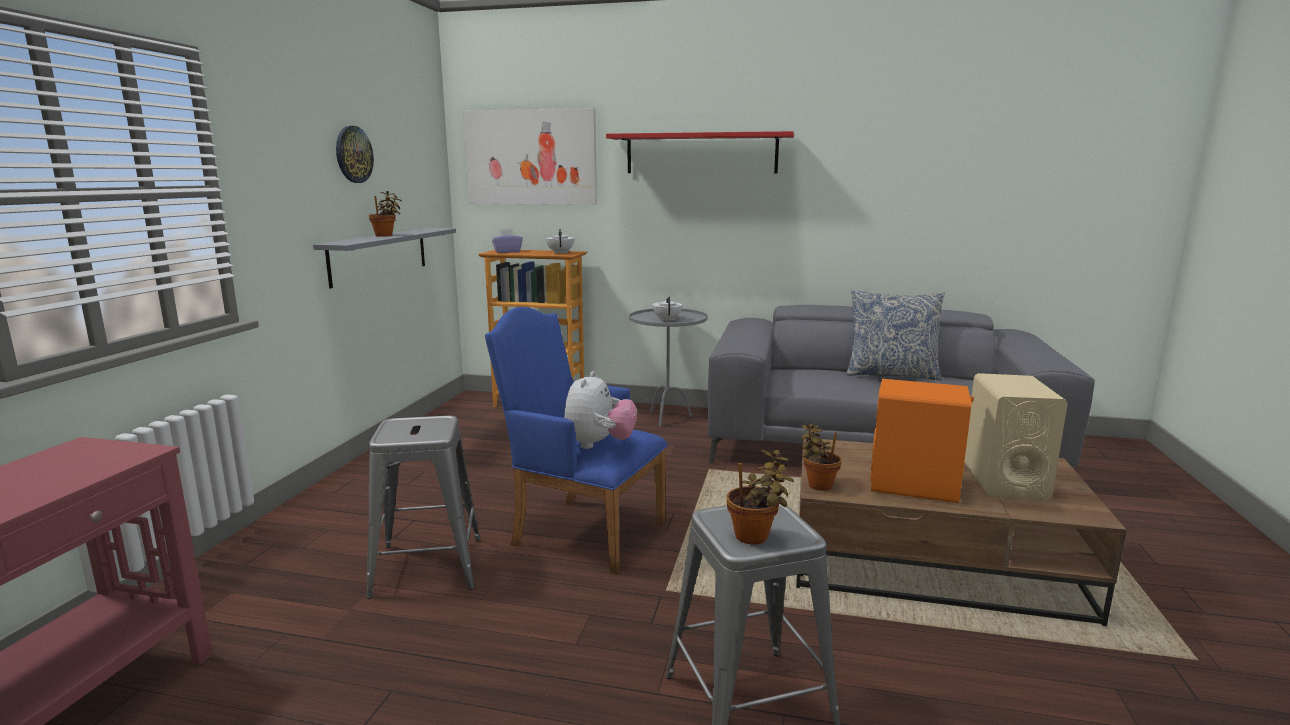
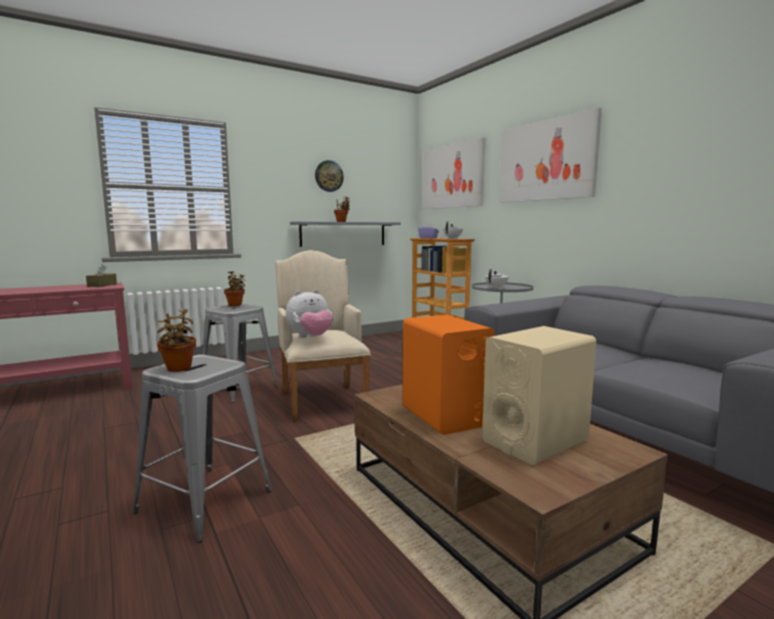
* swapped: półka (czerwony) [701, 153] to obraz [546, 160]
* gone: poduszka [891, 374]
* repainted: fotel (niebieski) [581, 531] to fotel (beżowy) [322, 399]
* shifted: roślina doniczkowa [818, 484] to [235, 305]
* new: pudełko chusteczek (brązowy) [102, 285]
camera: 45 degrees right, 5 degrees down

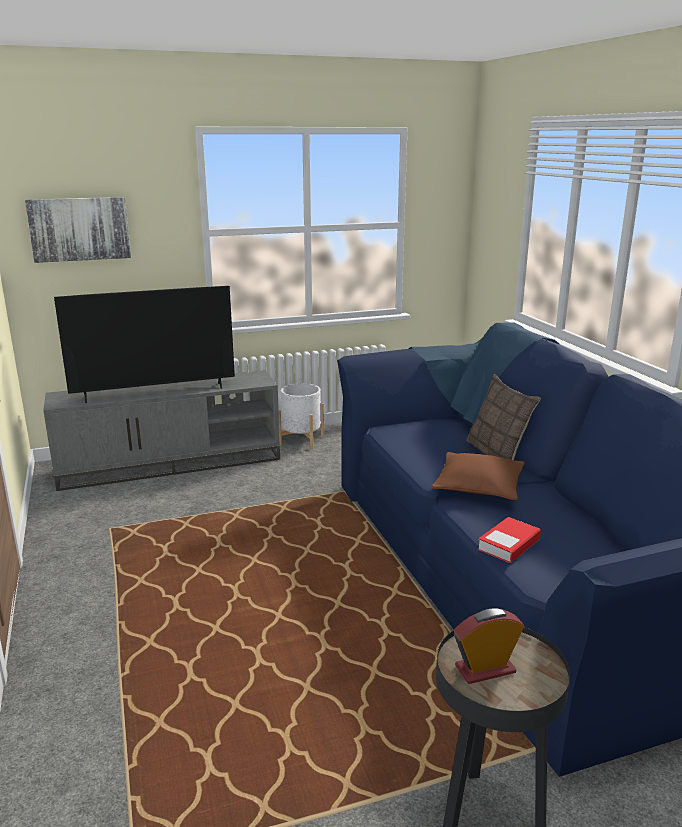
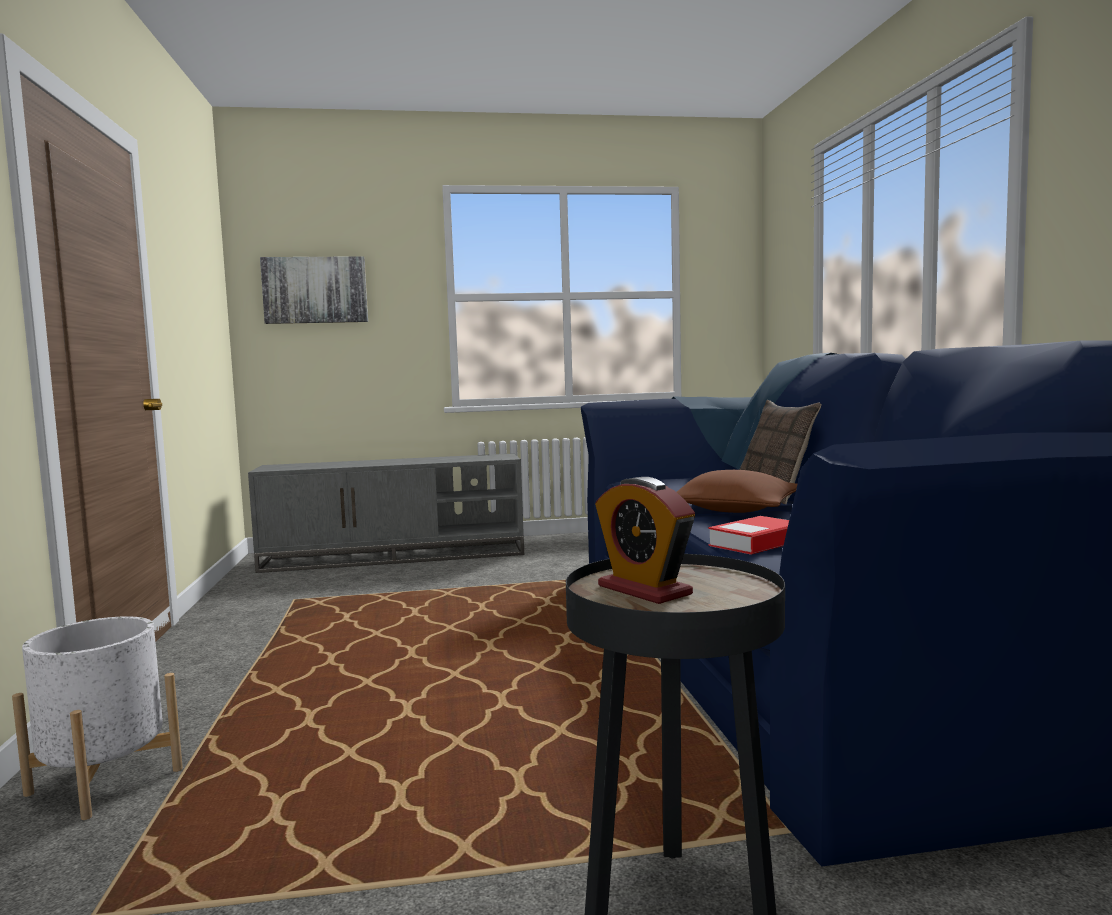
* gone: telewizor [154, 392]
* shifted: donica (biały) [301, 440] to [105, 781]
* rotated: budzik [485, 669] = [644, 590] 120 degrees counterclockwise
camera: 10 degrees right, 15 degrees down

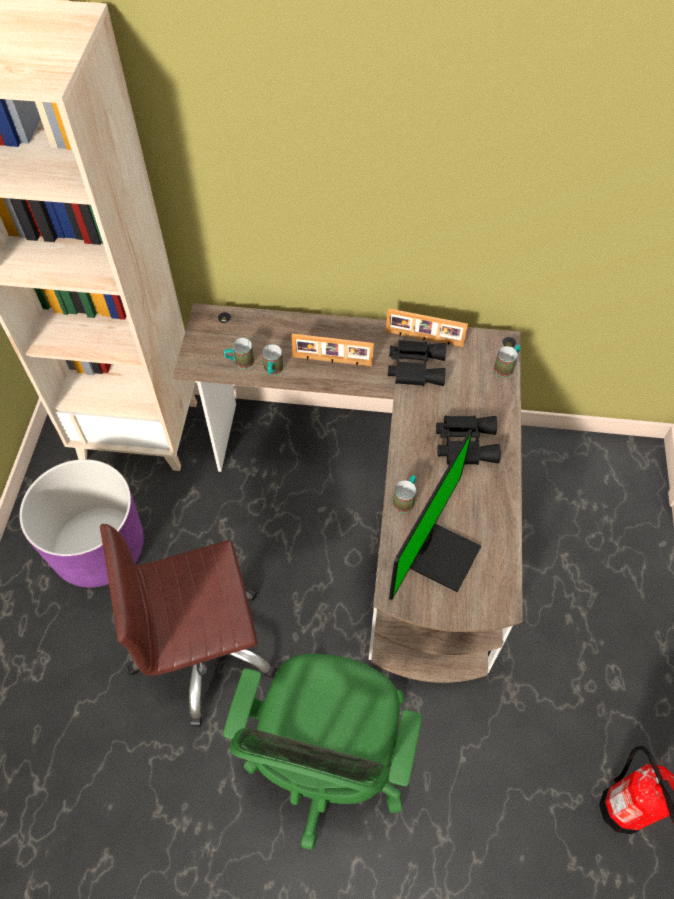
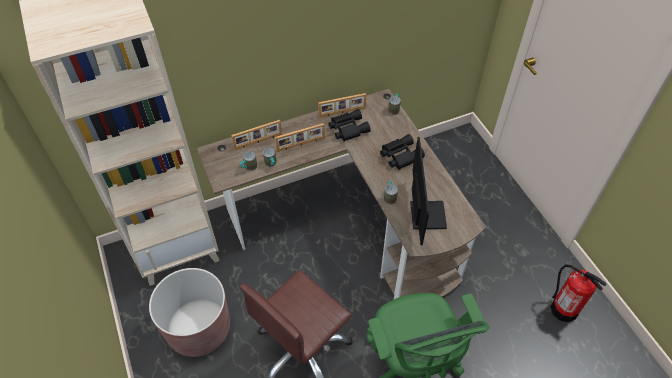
* repainted: donica (fioletowy) [99, 549] to donica (brązowy) [199, 329]
* new: ramka na zdjęcie [258, 142]
camera: 30 degrees left, 5 degrees down

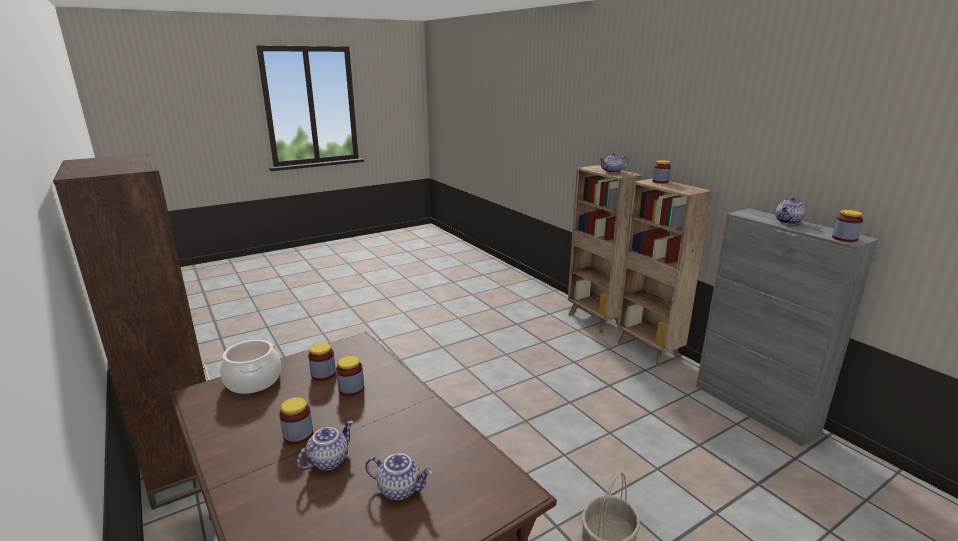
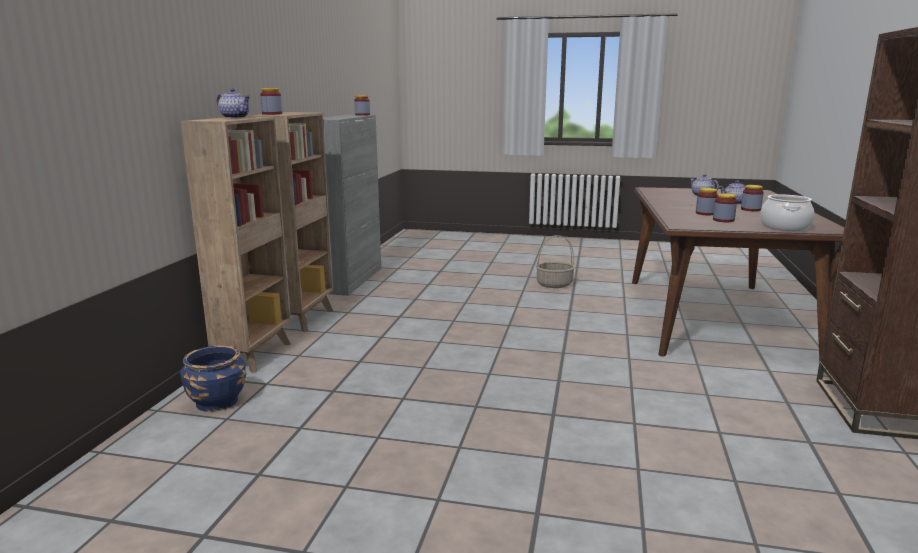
* gone: imbryk [788, 222]
* new: donica (niebieski) [217, 402]
camera: 135 degrees left, 5 degrees down

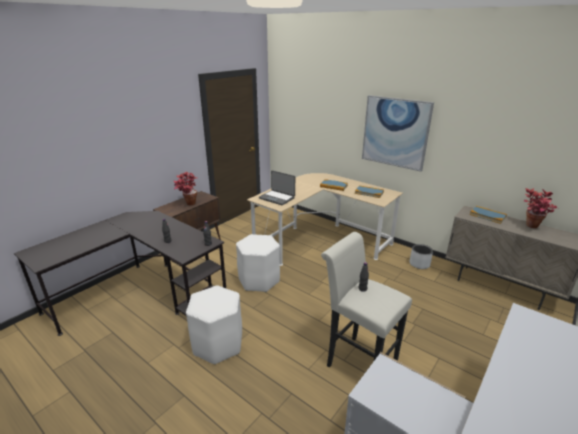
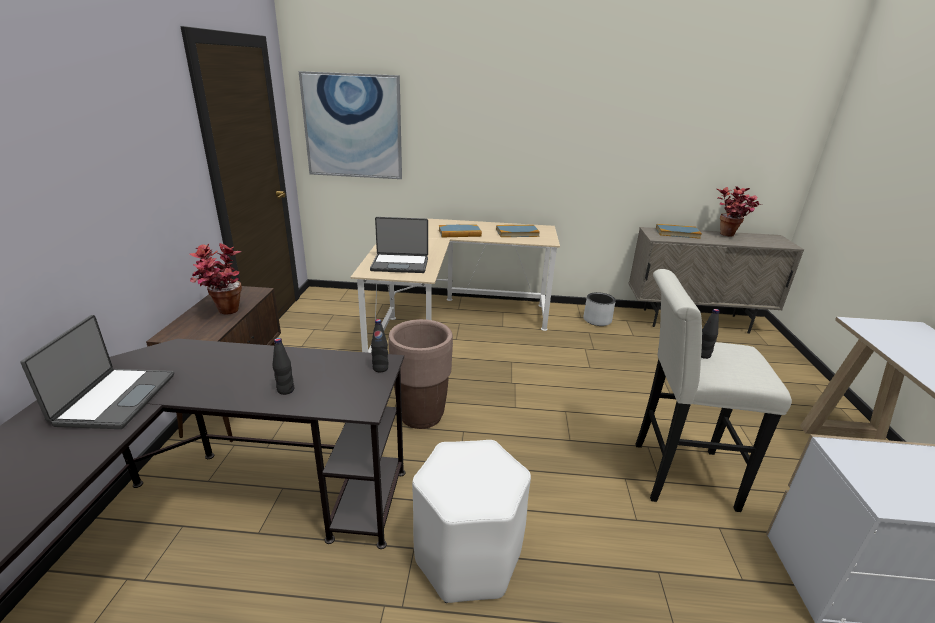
* shifted: obraz [395, 132] to [353, 126]
* swapped: stołek (biały) [259, 280] to donica (brązowy) [421, 416]
* new: laptop [115, 399]
camera: 35 degrees left, 0 degrees up

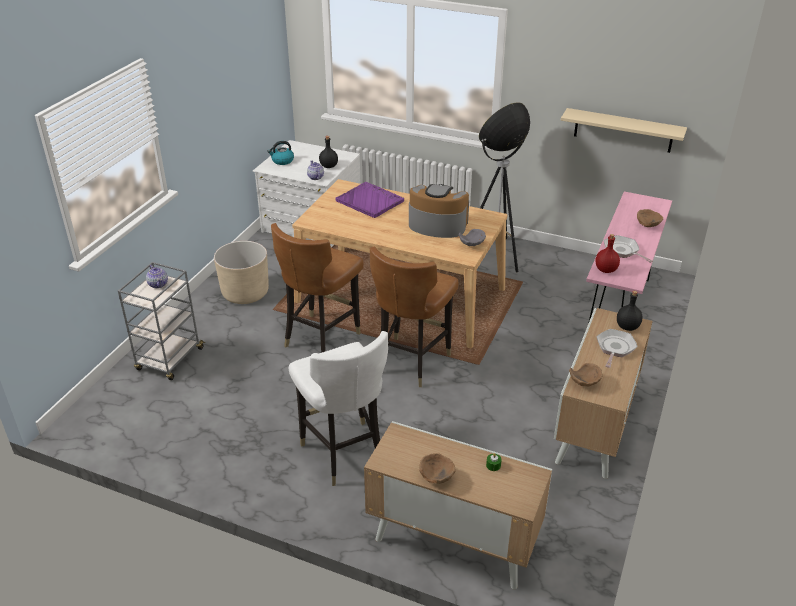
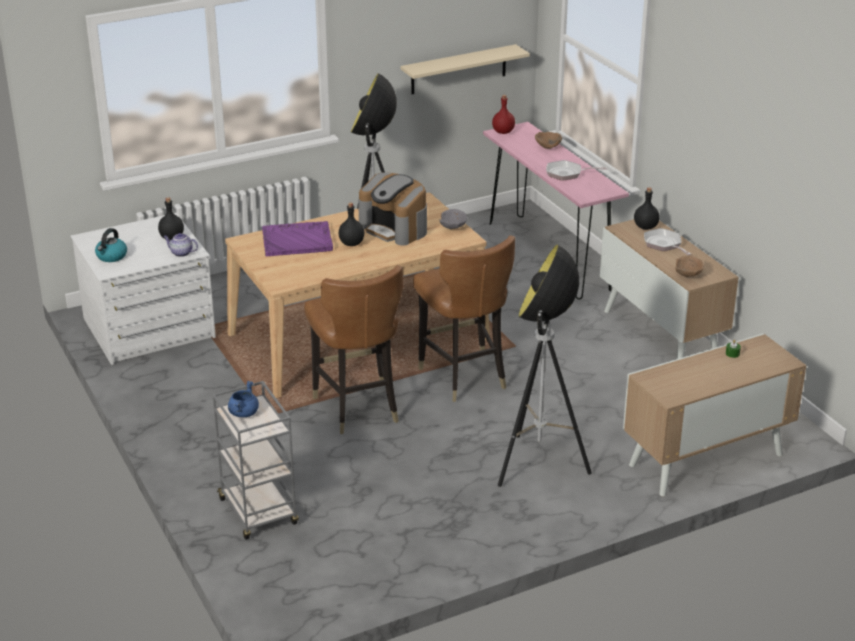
* rotated: ekspres do kawy [437, 225] = [395, 228] 105 degrees counterclockwise
* shifted: butelka (czerwony) [606, 269] to [503, 132]
* gone: donica (beżowy) [245, 293]
* swapped: imbryk [158, 284] to garnek (niebieski) [243, 412]
* swapped: krzesło (biały) [344, 452] to lampa stojąca [538, 466]
* gone: miska (brązowy) [437, 477]
* new: butelka (czarny) [351, 244]
camera: 50 degrees left, 5 degrees down

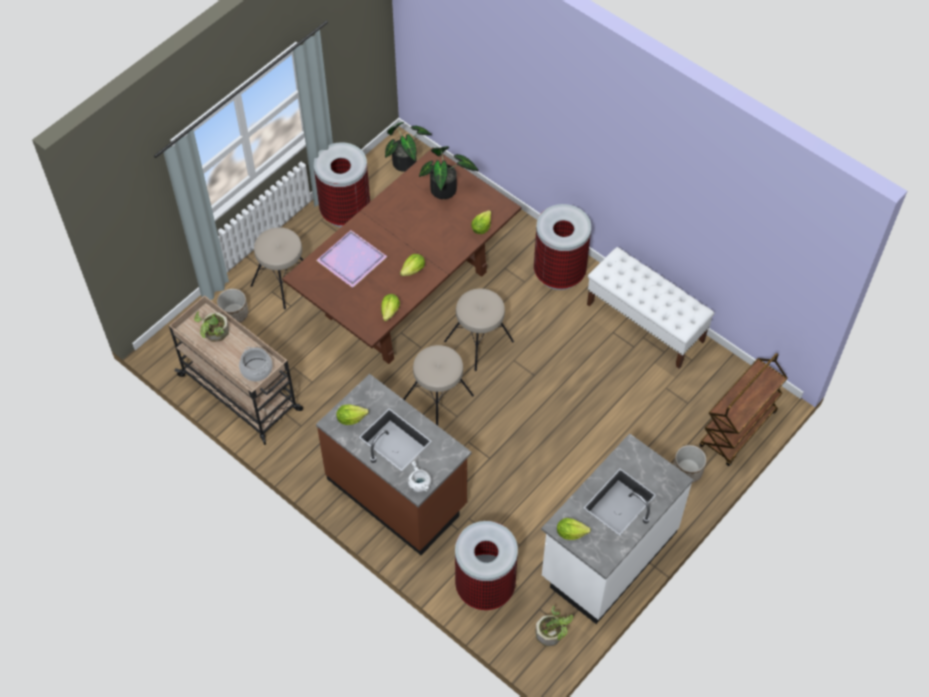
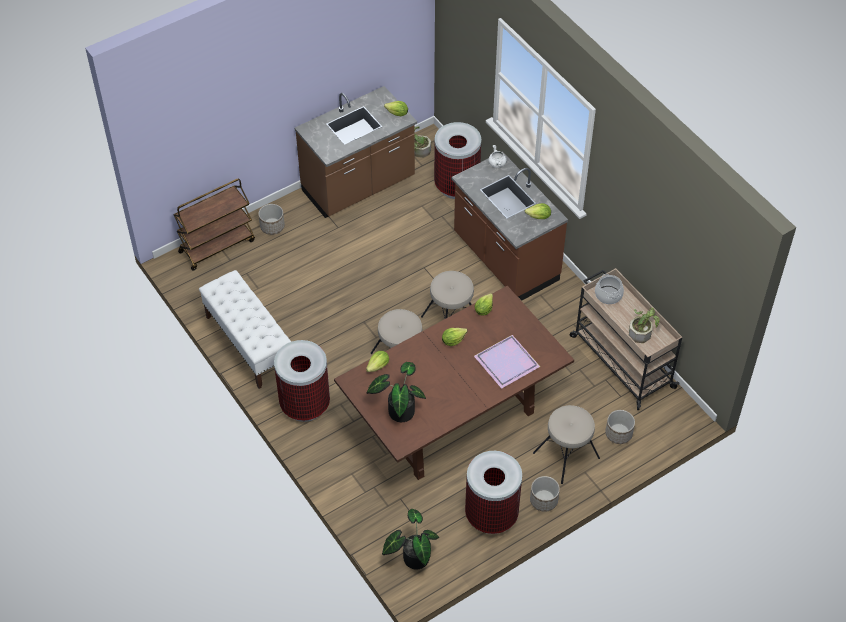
* repainted: zabudowa kuchenna (biały) [608, 555] to zabudowa kuchenna (brązowy) [359, 186]
* new: donica [543, 500]
camera: 165 degrees left, 5 degrees down

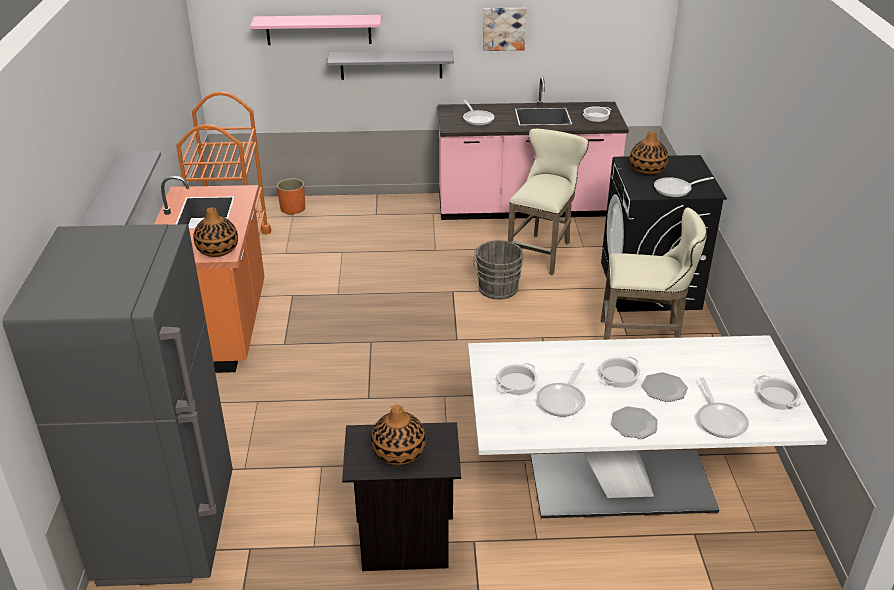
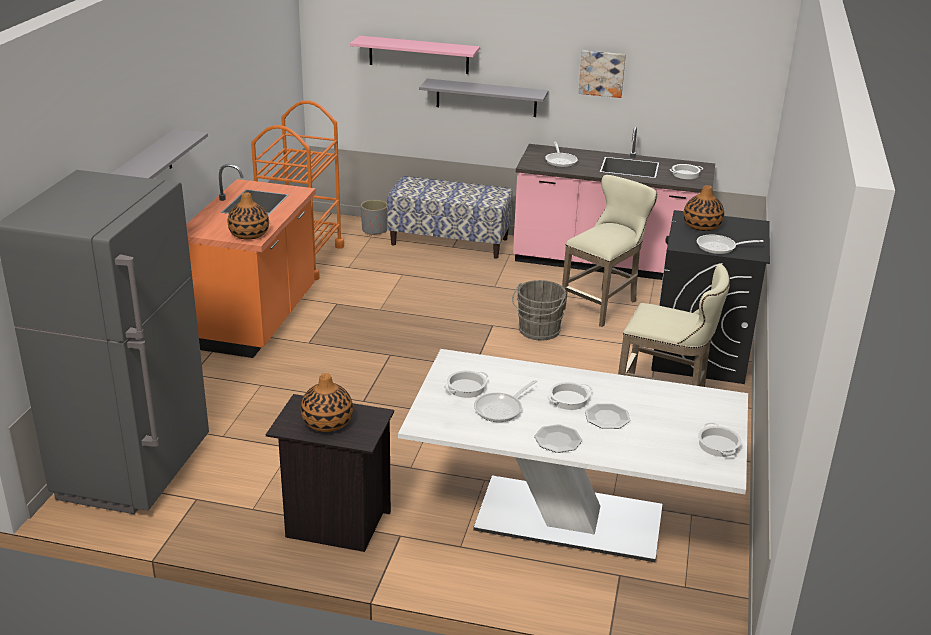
* repainted: donica (pomarańczowy) [293, 209] to donica (szary) [374, 230]
* gone: patelnia [720, 420]
* new: ławka [450, 241]
camera: 15 degrees right, 5 degrees down

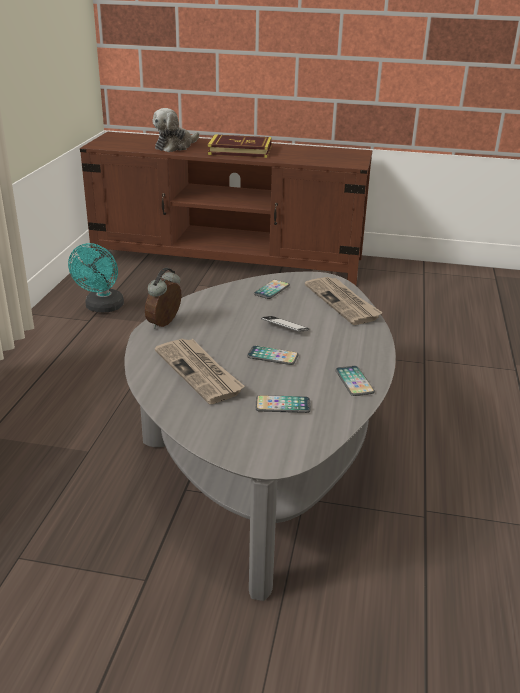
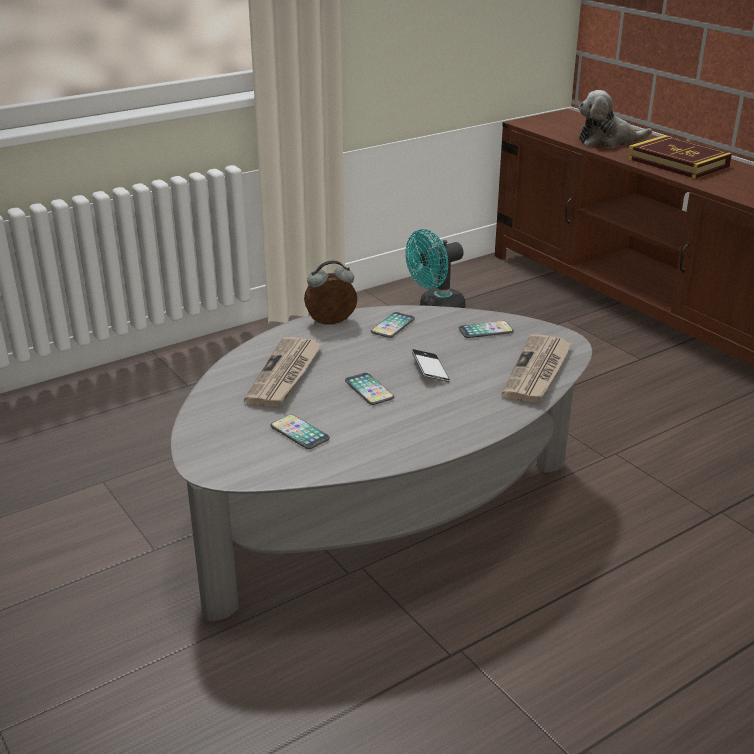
* shifted: telefon [354, 382] to [392, 326]
camera: 45 degrees right, 0 degrees up

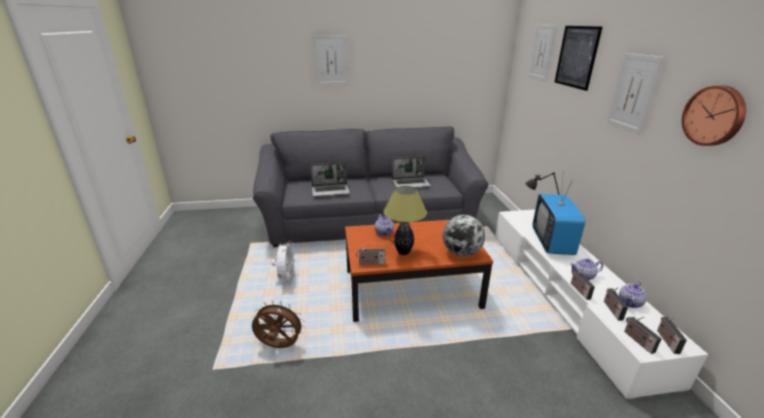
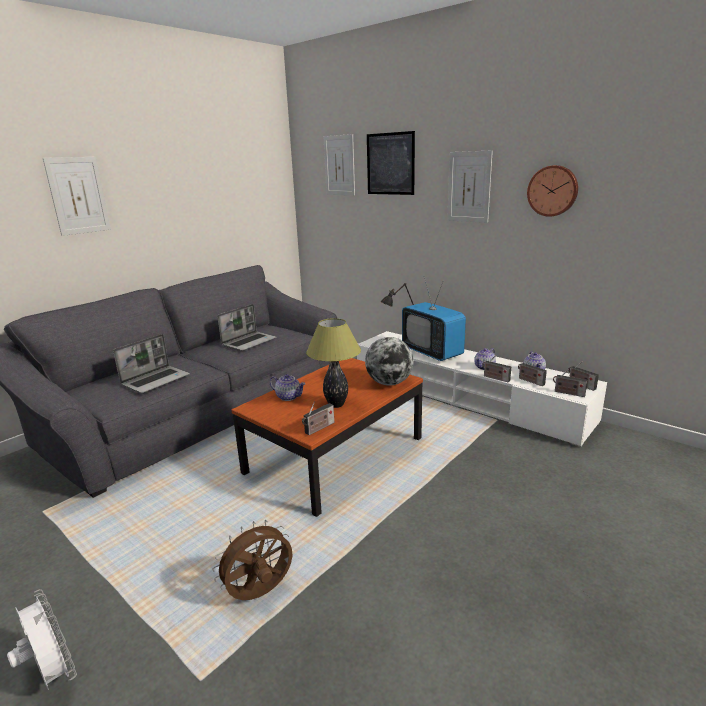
* shifted: wentylator (biały) [286, 279] to [53, 675]
camera: 40 degrees left, 5 degrees down

